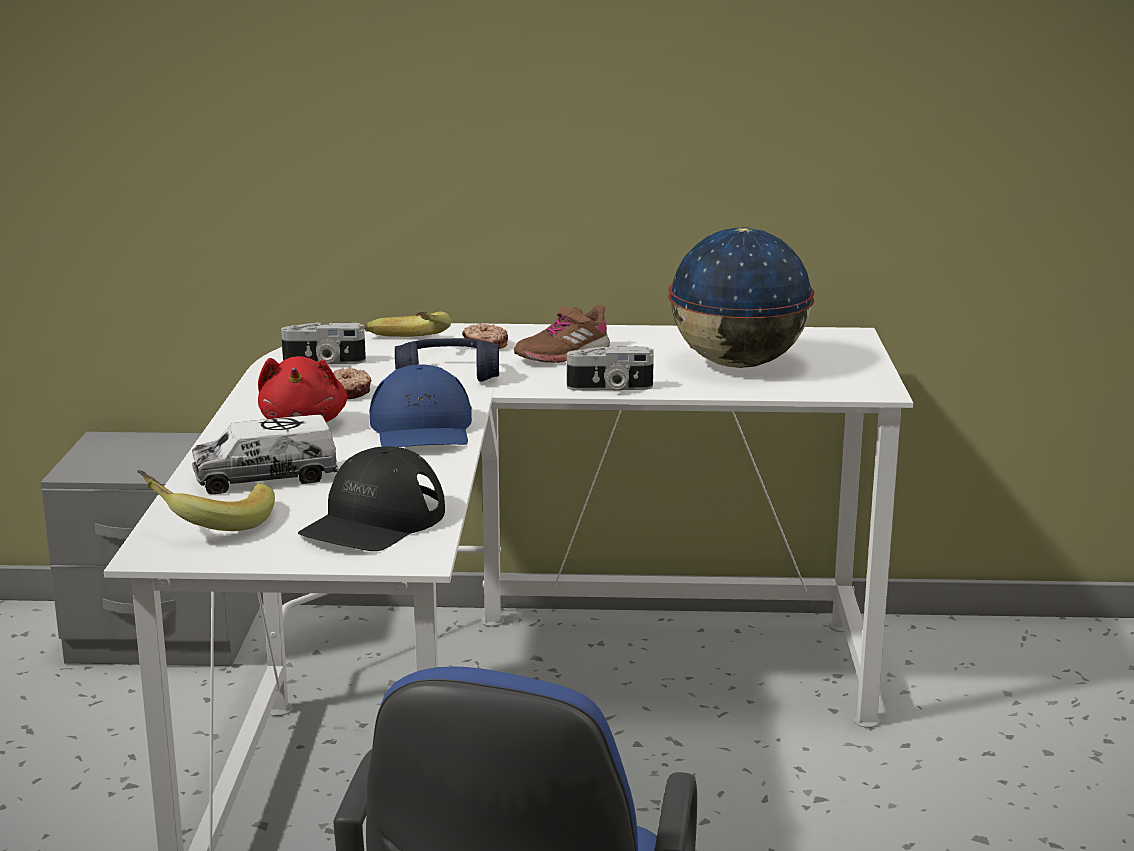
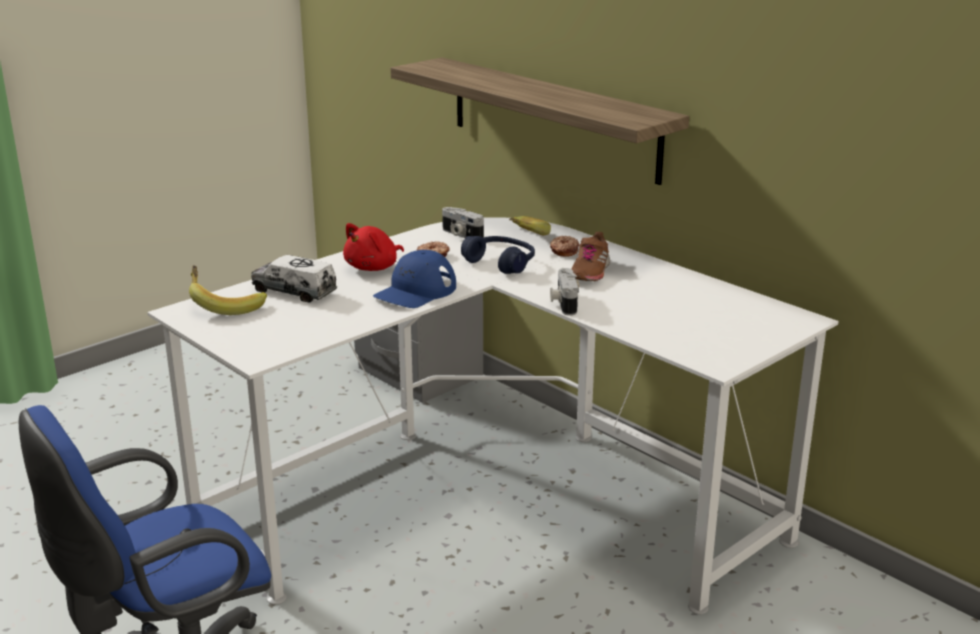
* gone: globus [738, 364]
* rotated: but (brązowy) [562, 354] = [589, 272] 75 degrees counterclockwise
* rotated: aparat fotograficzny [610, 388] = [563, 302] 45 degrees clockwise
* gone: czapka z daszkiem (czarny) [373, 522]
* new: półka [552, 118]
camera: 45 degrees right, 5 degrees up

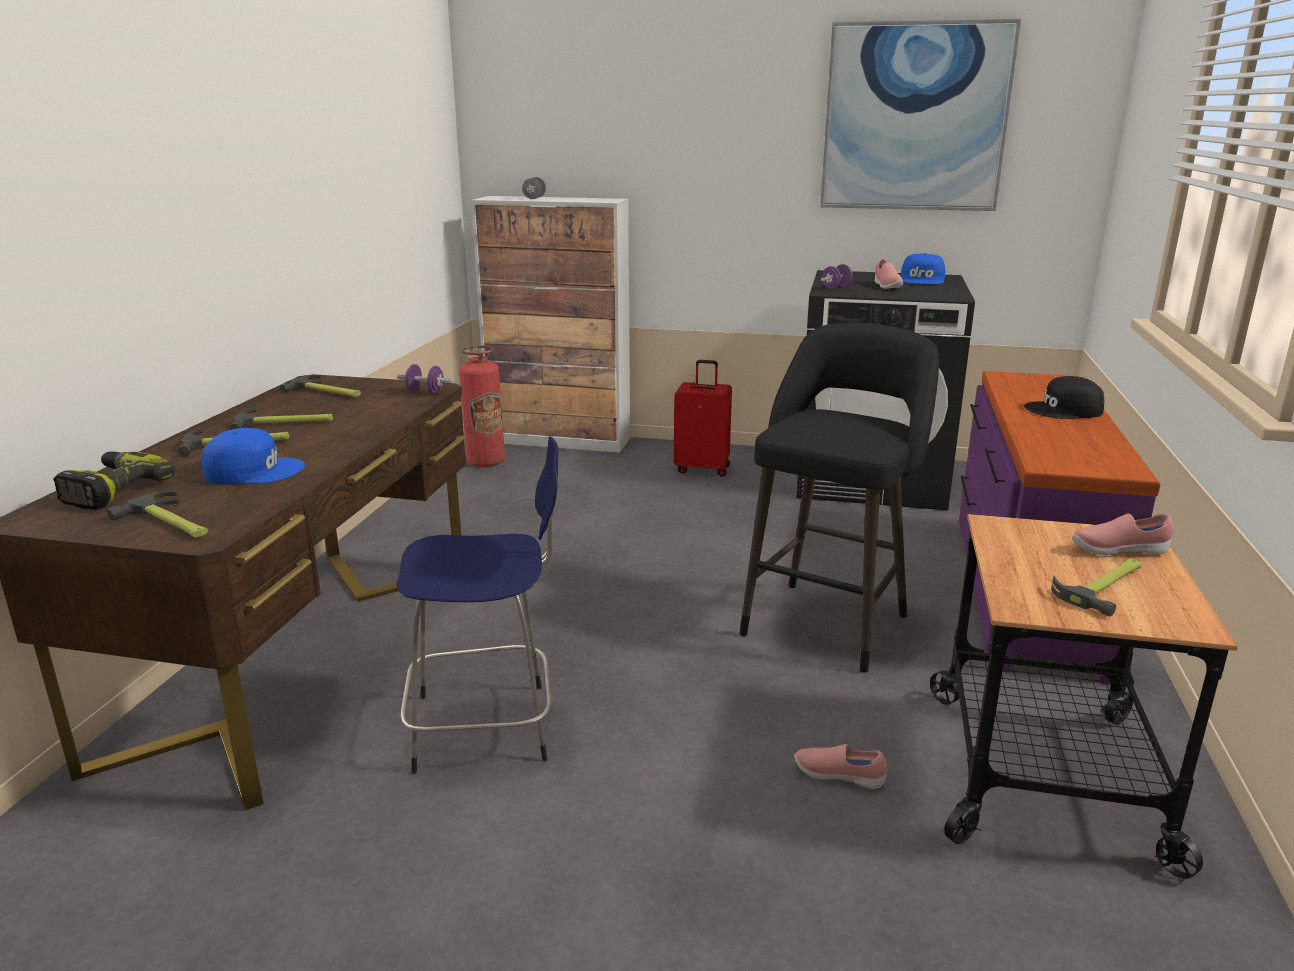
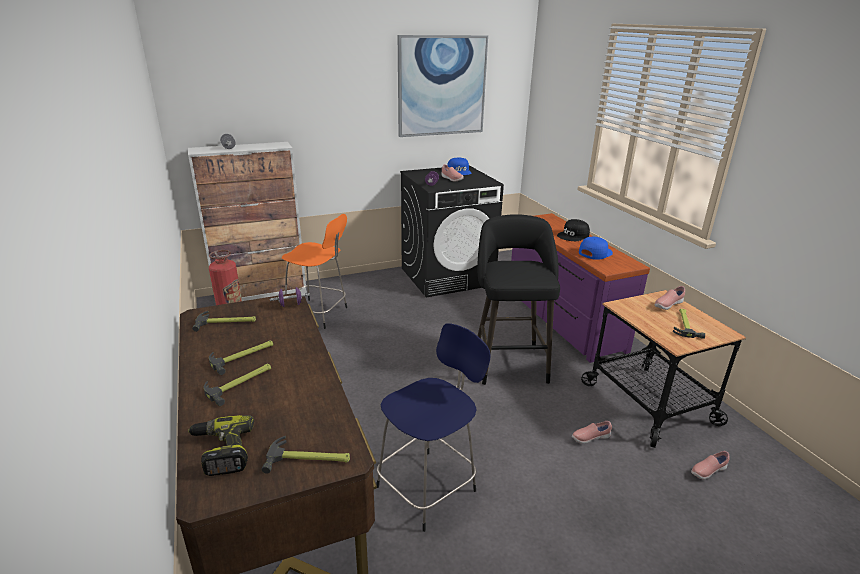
* gone: walizka (czerwony) [702, 469]
* shifted: czapka z daszkiem (niebieski) [254, 470] to [594, 252]
* new: stołek (pomarańczowy) [318, 314]
* new: but (różowy) [707, 471]
camera: 35 degrees left, 5 degrees up

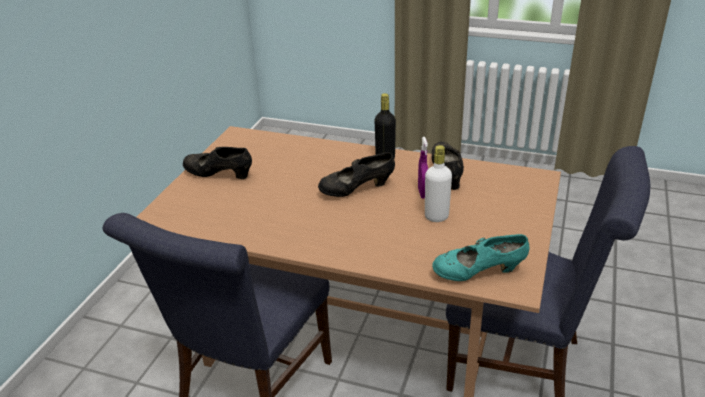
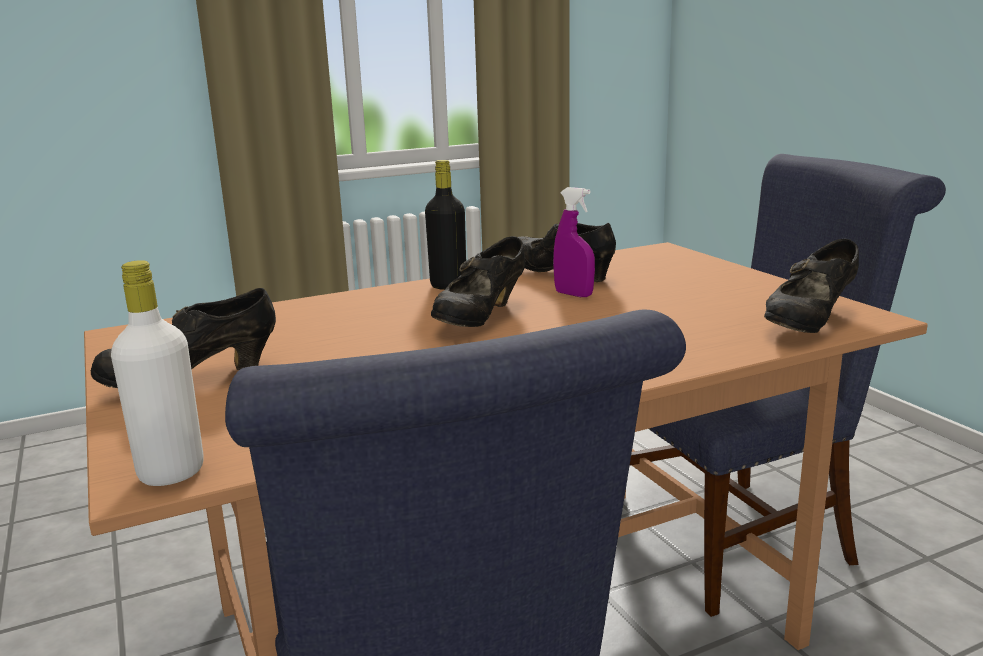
* shifted: butelka (biały) [436, 216] to [171, 472]
* repainted: but (turkusowy) [478, 274] to but (czarny) [809, 324]
camera: 45 degrees left, 15 degrees down

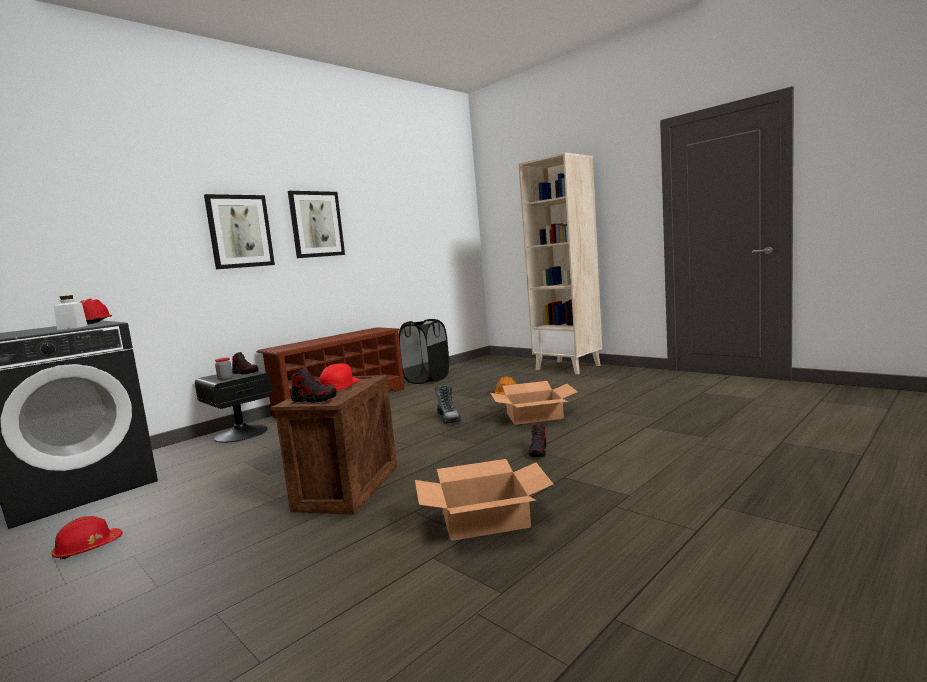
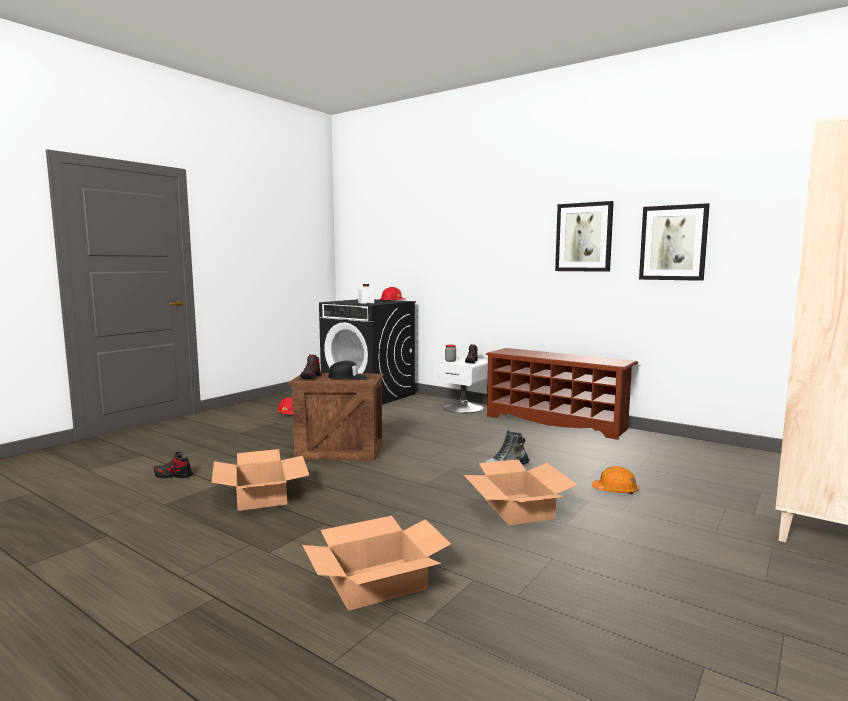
* shifted: obraz [240, 231] to [673, 243]
* gone: kosz na pranie (czarny) [427, 379]
* repainted: czapka z daszkiem (czerwony) [340, 385] to czapka z daszkiem (czarny) [348, 377]
* repainted: szafka nocna (czarny) [240, 433] to szafka nocna (biały) [463, 407]
* shifted: but [538, 451] to [173, 475]
* new: karton [377, 582]
camera: 80 degrees right, 0 degrees up

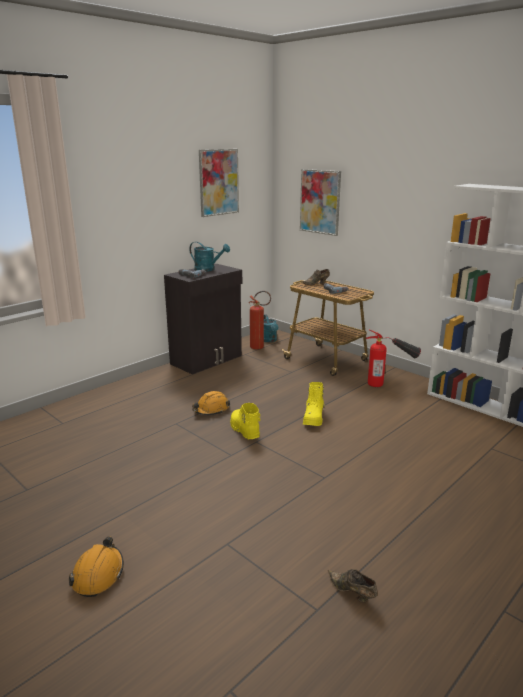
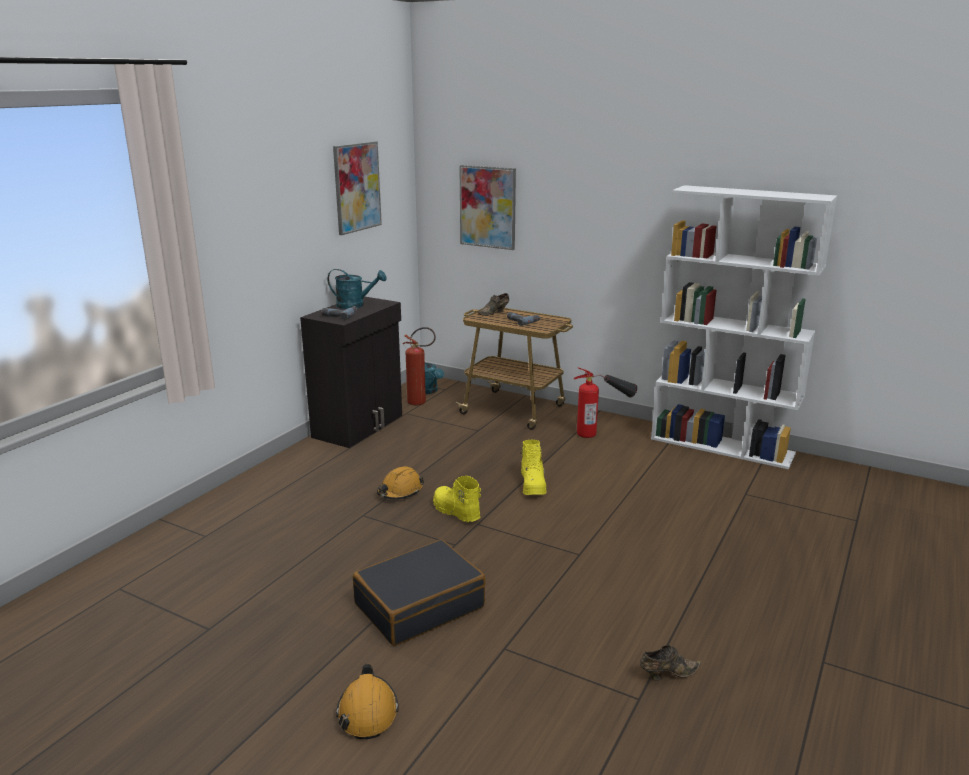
* rotated: but (brązowy) [352, 593] = [667, 674] 135 degrees clockwise
* new: walizka (czarny) [419, 605]
camera: 15 degrees left, 0 degrees up

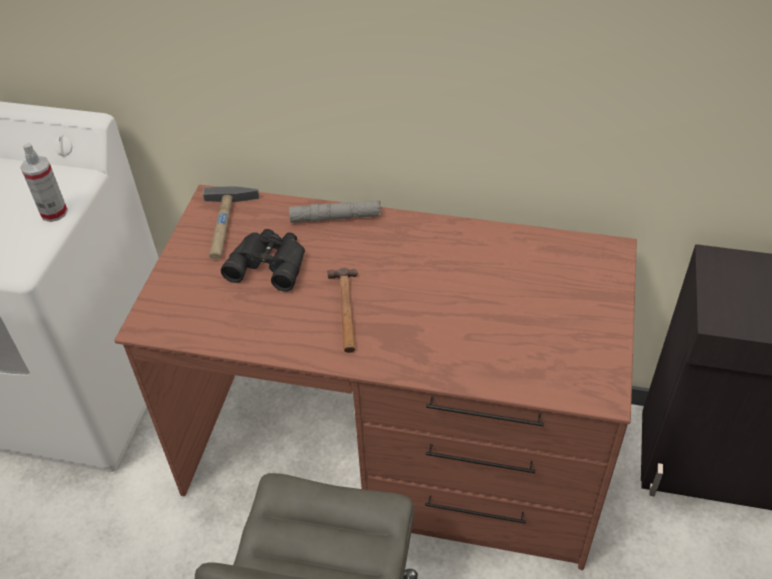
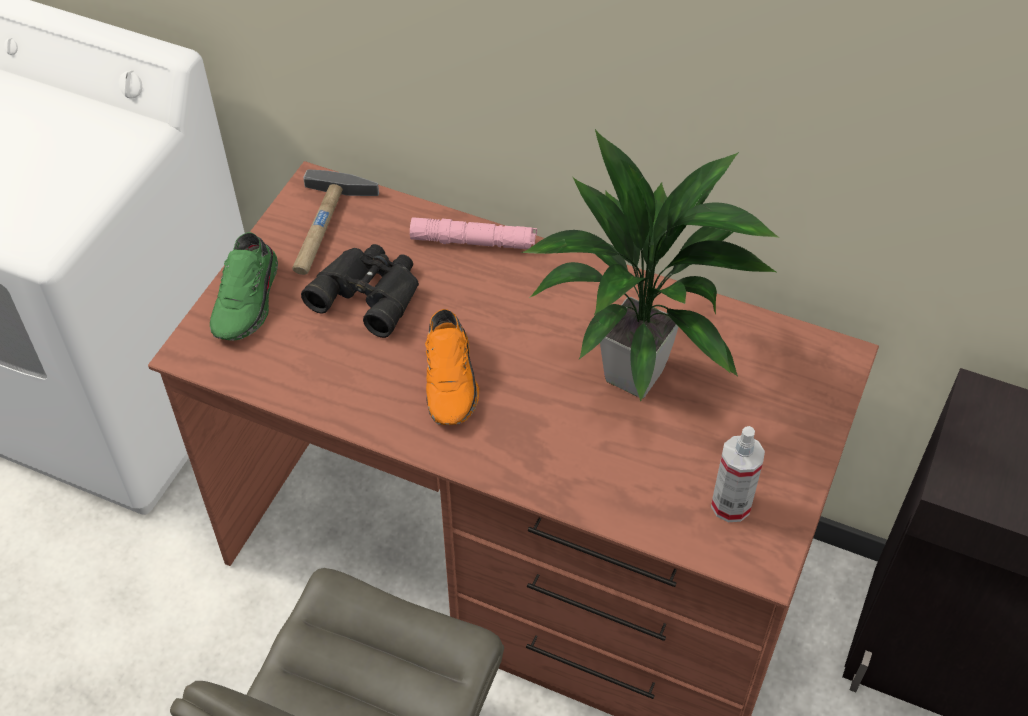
* shifted: spryskiwacz [54, 212] to [731, 505]
* repainted: latarka (szary) [336, 217] to latarka (różowy) [473, 241]
* swapped: młotek [345, 311] to but (pomarańczowy) [452, 379]
* new: roślina doniczkowa [636, 377]
* new: but (zielony) [248, 301]
camera: 10 degrees right, 5 degrees up

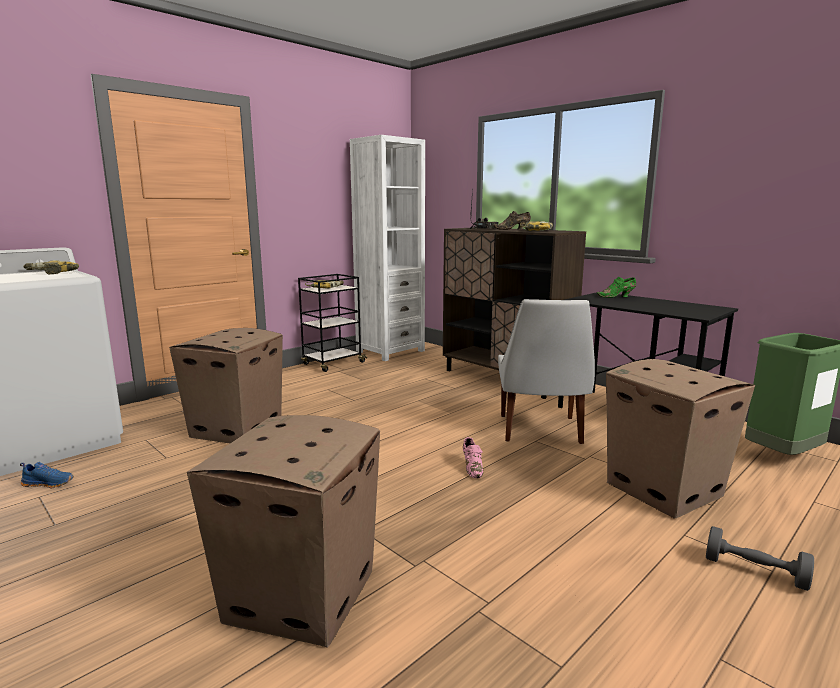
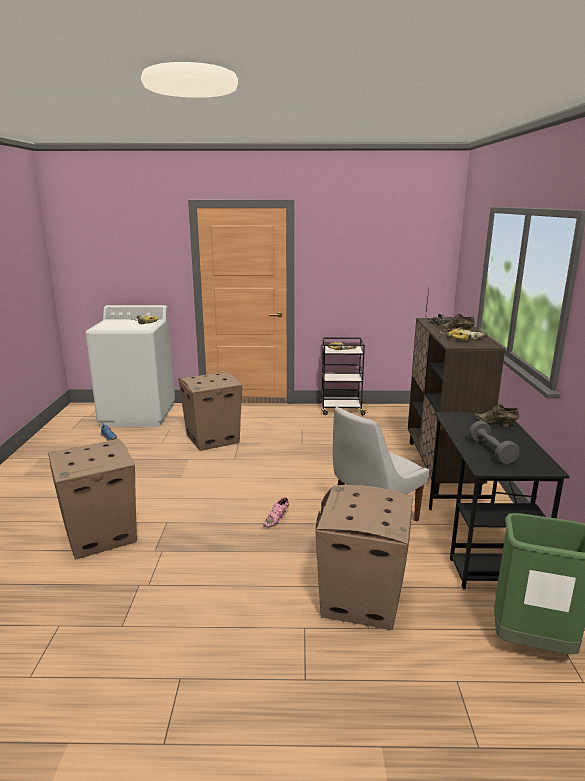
* gone: regał (biały) [390, 351]
* repainted: but (zielony) [617, 297] to but (brązowy) [497, 424]
* shifted: hantel (szary) [754, 571] to [491, 451]
camera: 45 degrees right, 5 degrees up

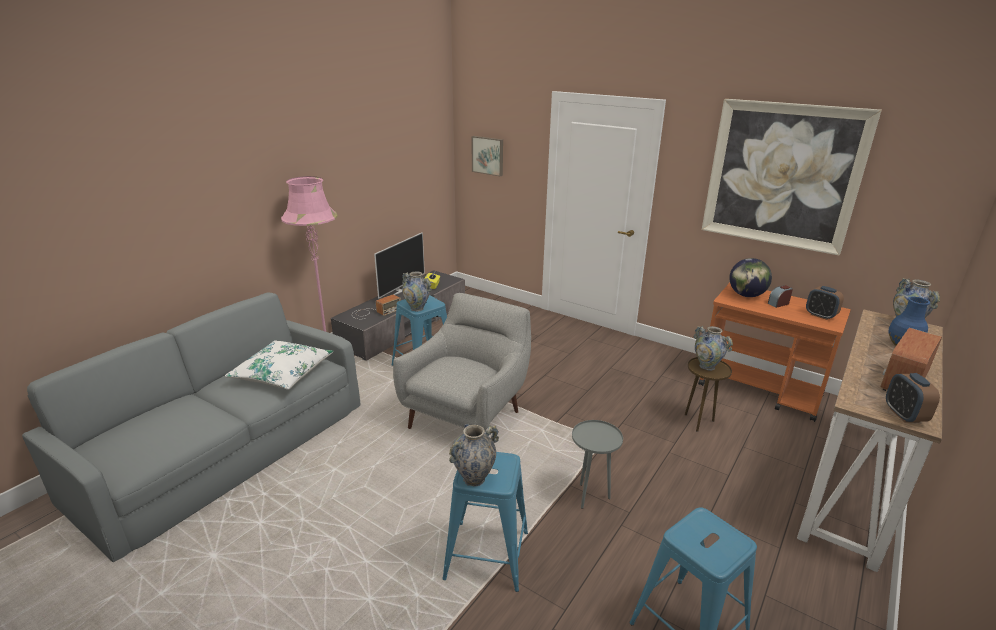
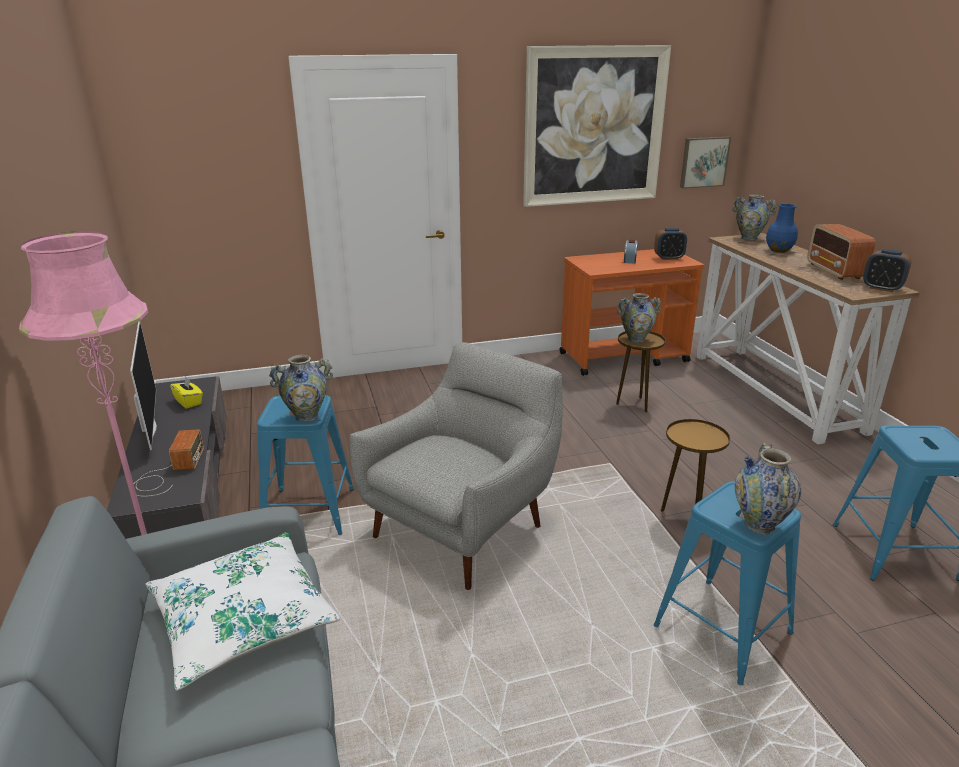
* shifted: obraz [488, 155] to [703, 162]
* gone: globus [746, 295]
* rotated: fotel (szary) [467, 417] = [463, 527] 60 degrees clockwise
* repainted: stolik (szary) [590, 496] to stolik (brązowy) [685, 514]
camera: 50 degrees left, 0 degrees up

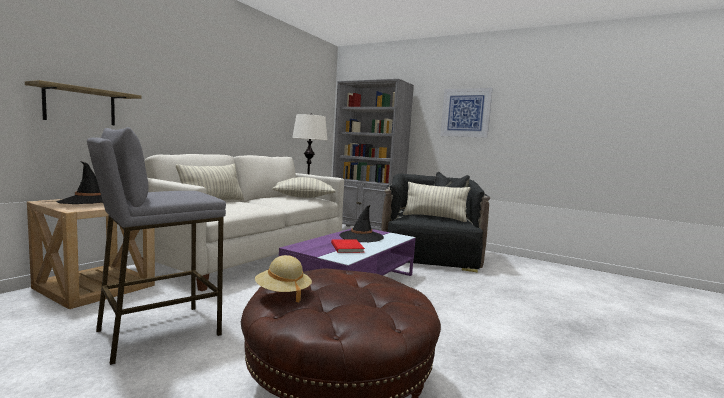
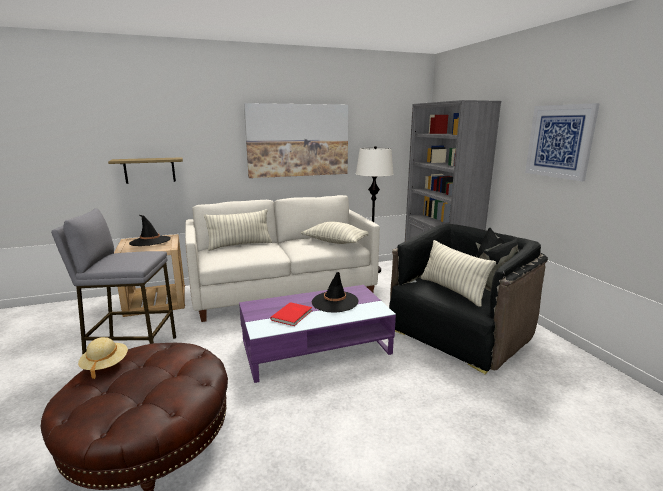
* new: obraz [298, 140]
camera: 40 degrees right, 10 degrees up

